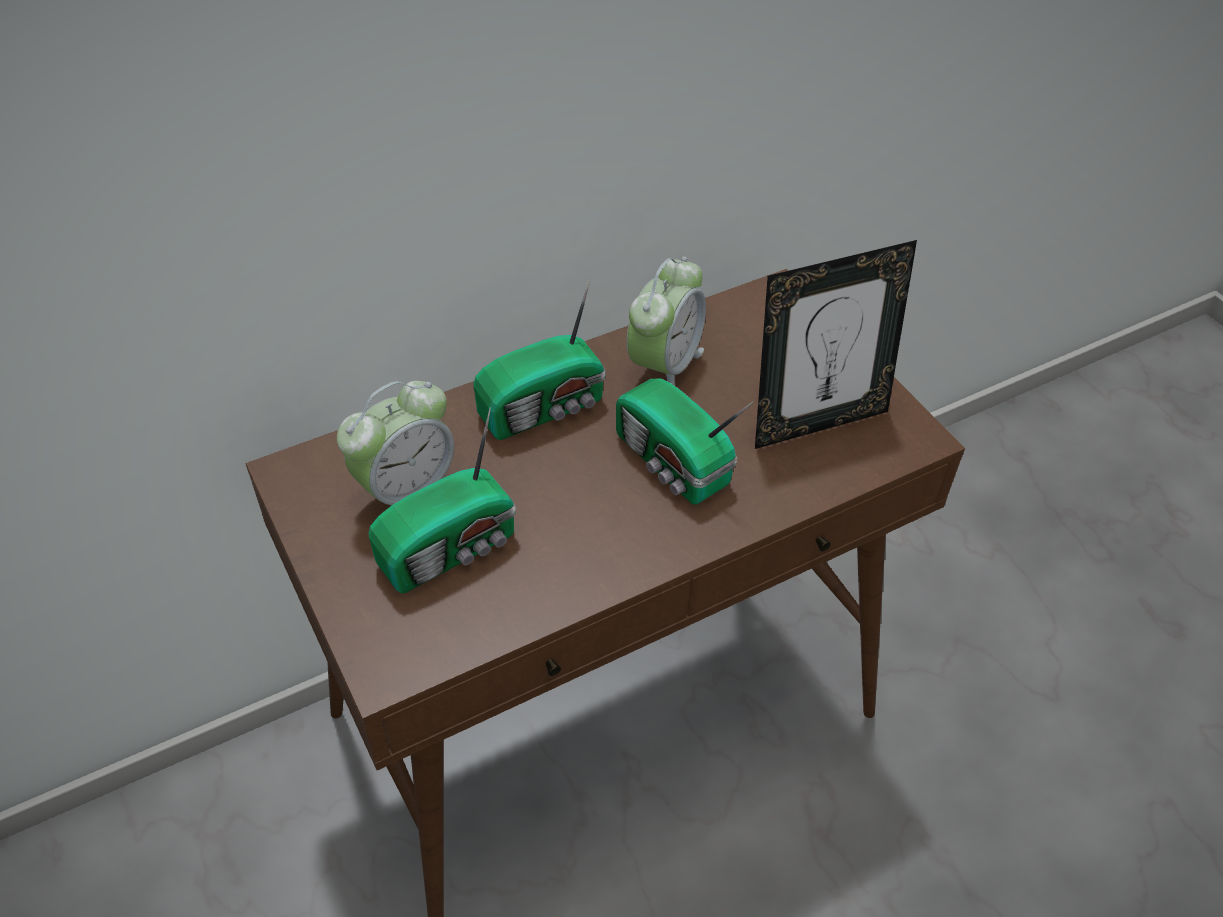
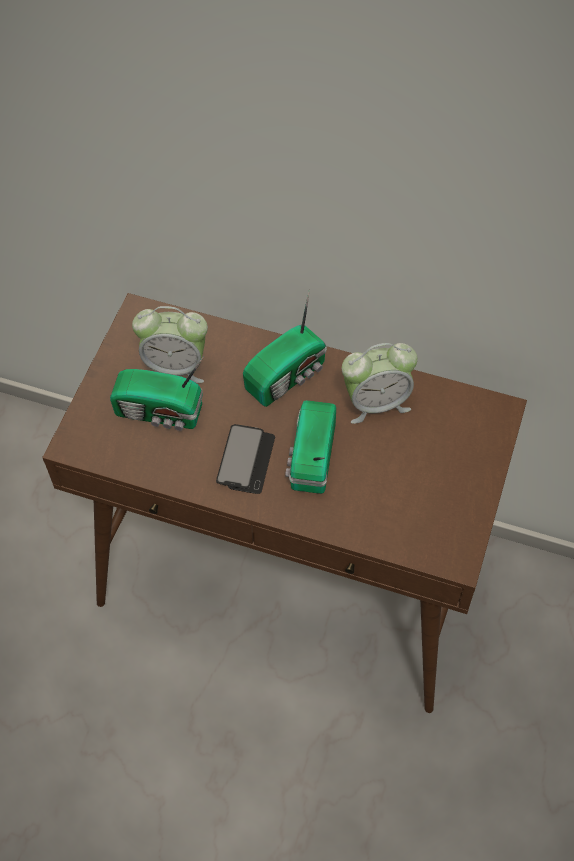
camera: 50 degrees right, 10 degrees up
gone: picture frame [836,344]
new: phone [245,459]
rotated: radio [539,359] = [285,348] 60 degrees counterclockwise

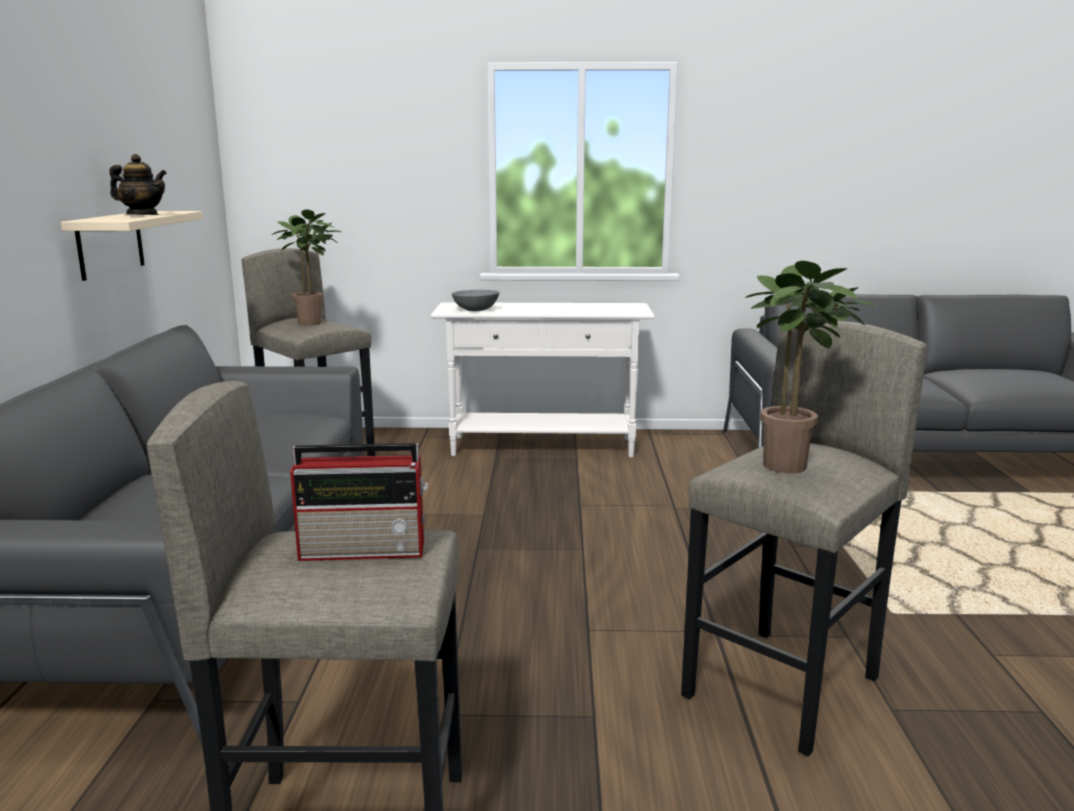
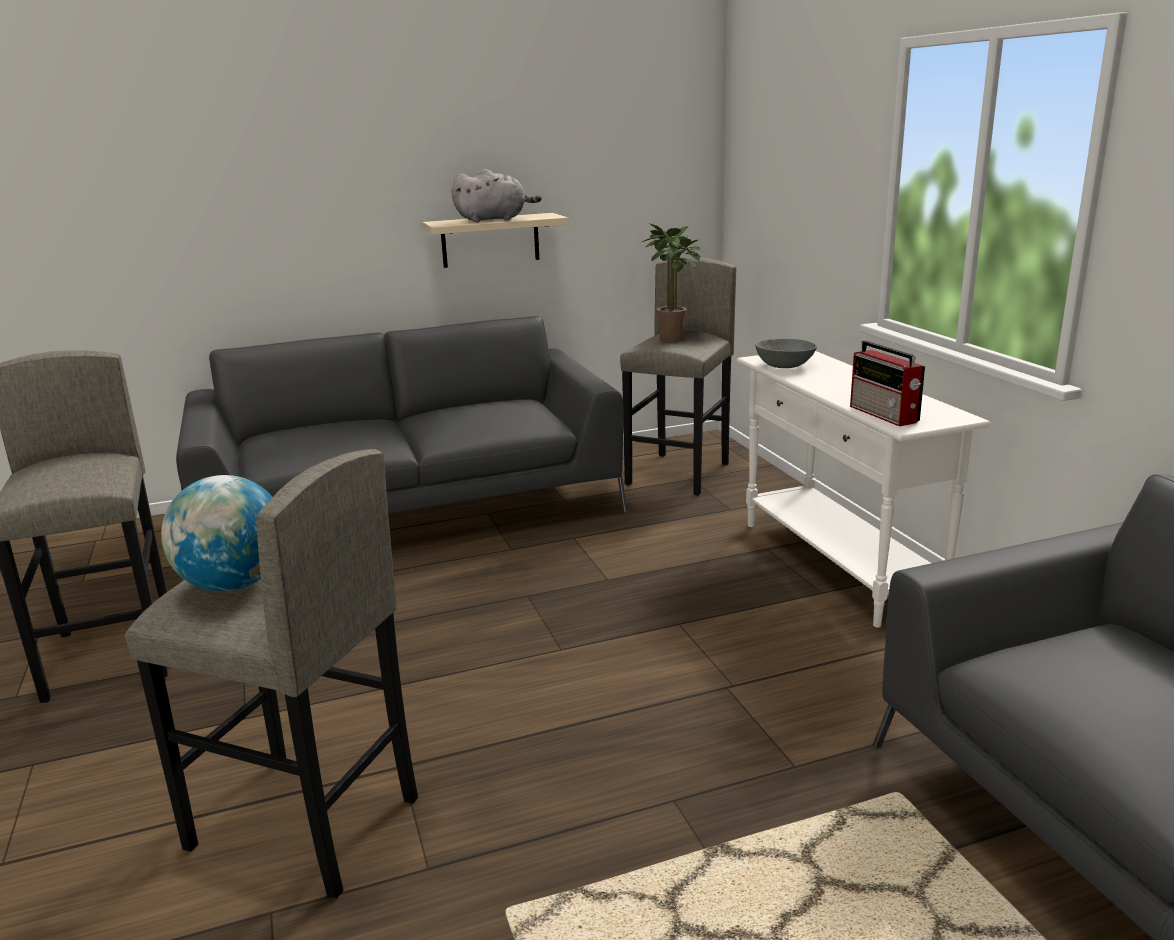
camera: 70 degrees right, 5 degrees up
shifted: radio [359,502] to [887,383]
swapped: teapot [138,184] to grey plush toy [496,195]; potted plant [811,367] to globe [216,533]

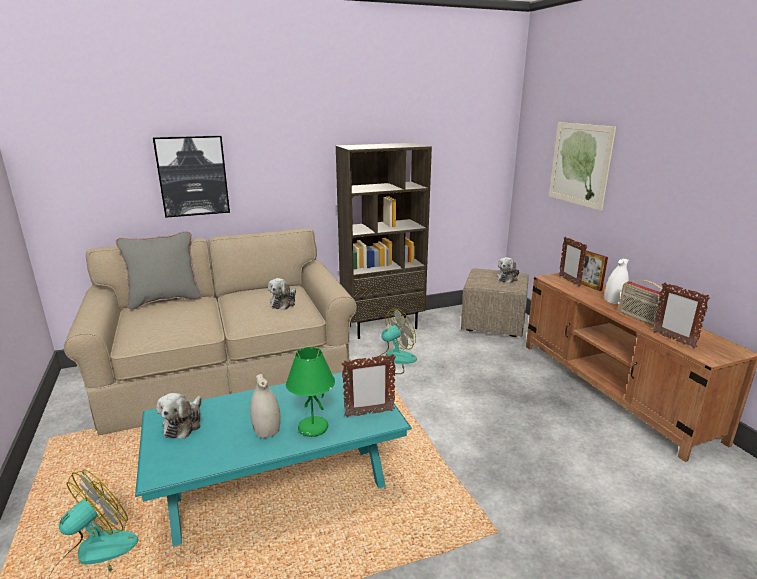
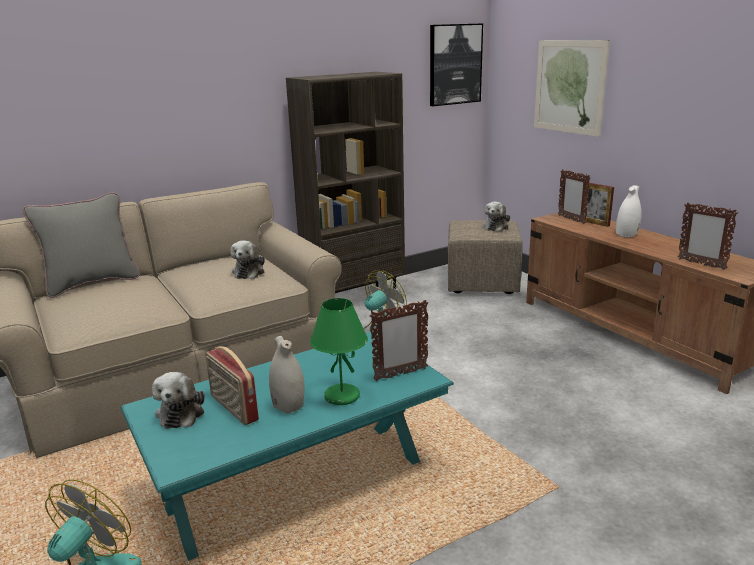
camera: 10 degrees left, 0 degrees up
shifted: picture [191,176] to [456,64]; radio [641,303] to [232,385]

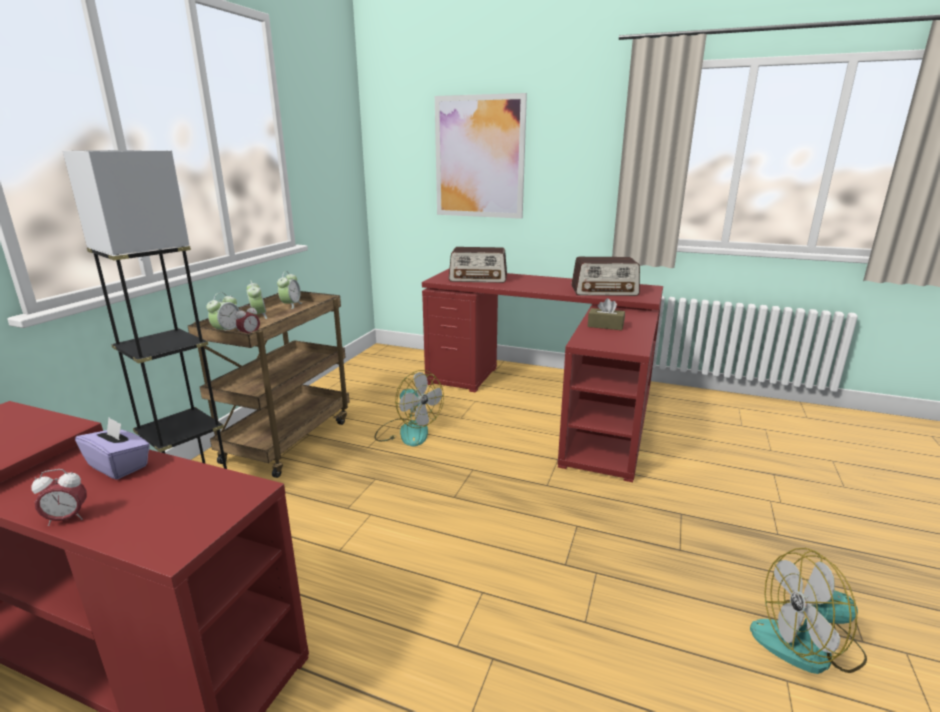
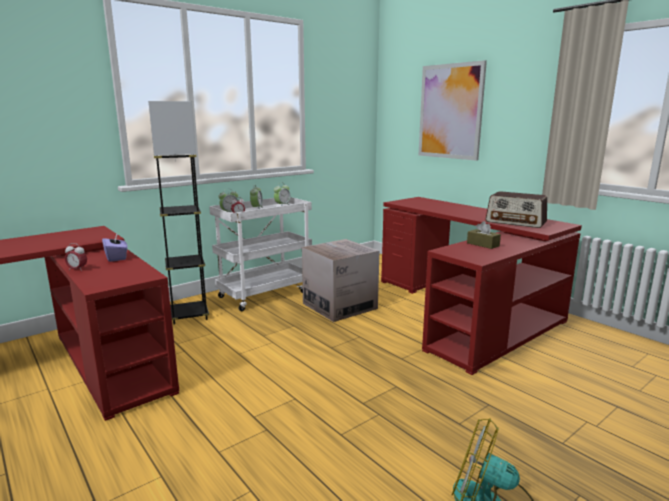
camera: 30 degrees right, 5 degrees down
gone: radio [478,265]
swapped: fan [409,408] to cardboard box [341,280]
repainted: brown cart [269,384] to white cart [260,254]

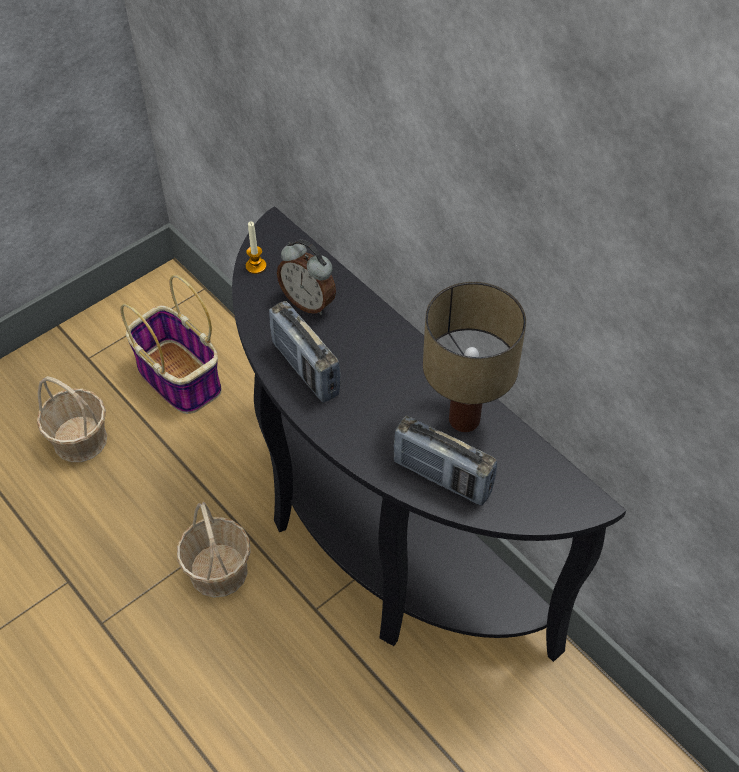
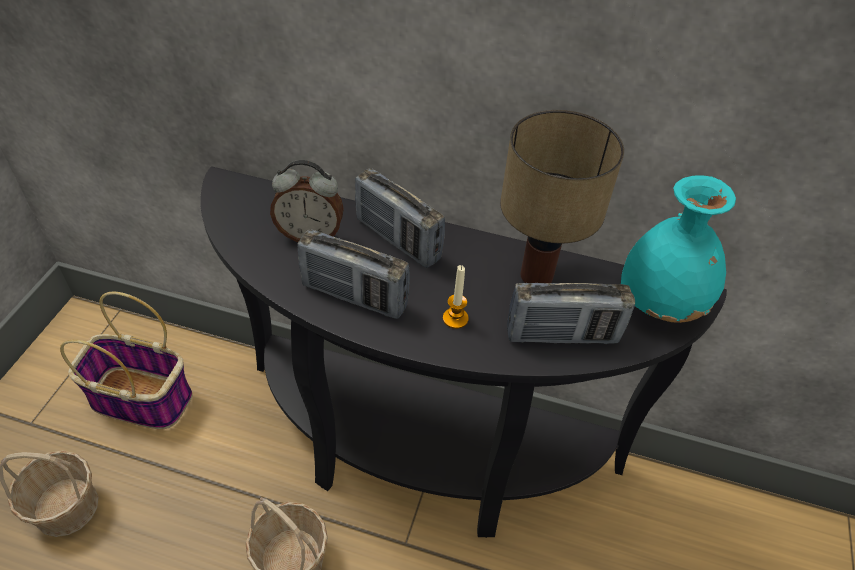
camera: 35 degrees left, 5 degrees down
new: radio [400,218]; turquoise vase [678,249]
shifted: candle [256,247] to [456,297]

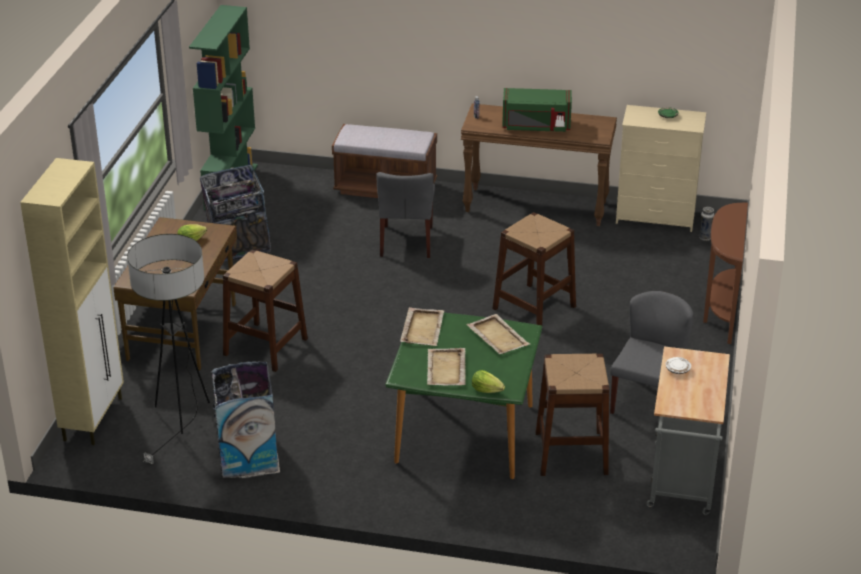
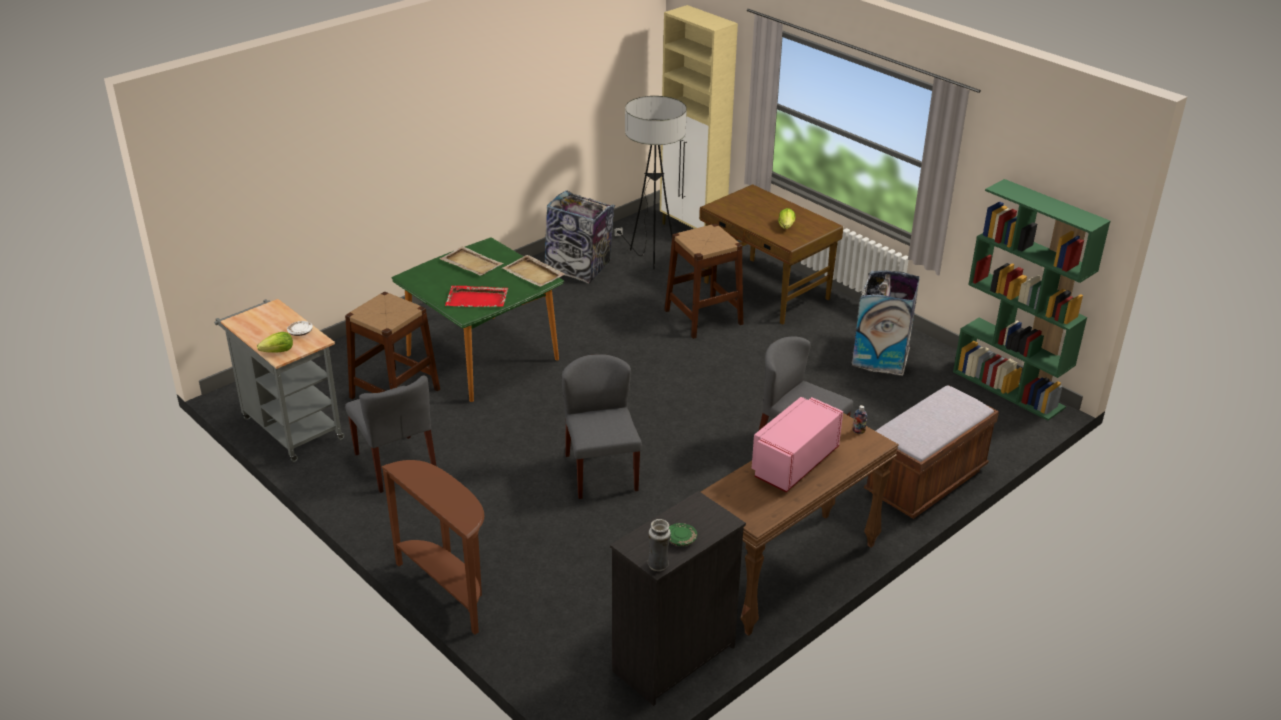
camera: 125 degrees right, 0 degrees up
shifted: vase [706,224] to [659,545]; lettuce [488,381] to [275,342]
swapped: brown stool [534,269] to grey chair [602,426]
repainted: green microwave [537,110] to pink microwave [797,444]; beige dresser [661,168] to black dresser [678,598]; beige tray [498,334] to red tray [476,296]

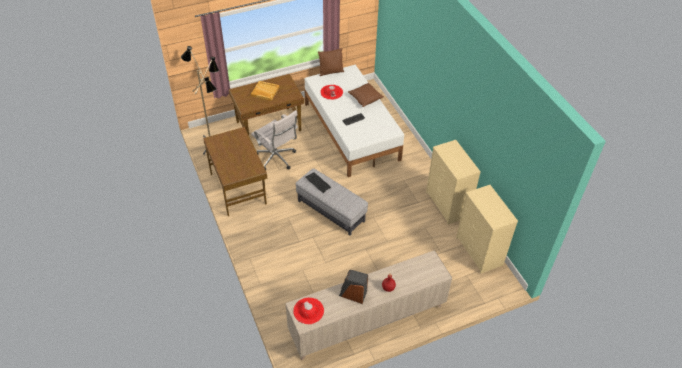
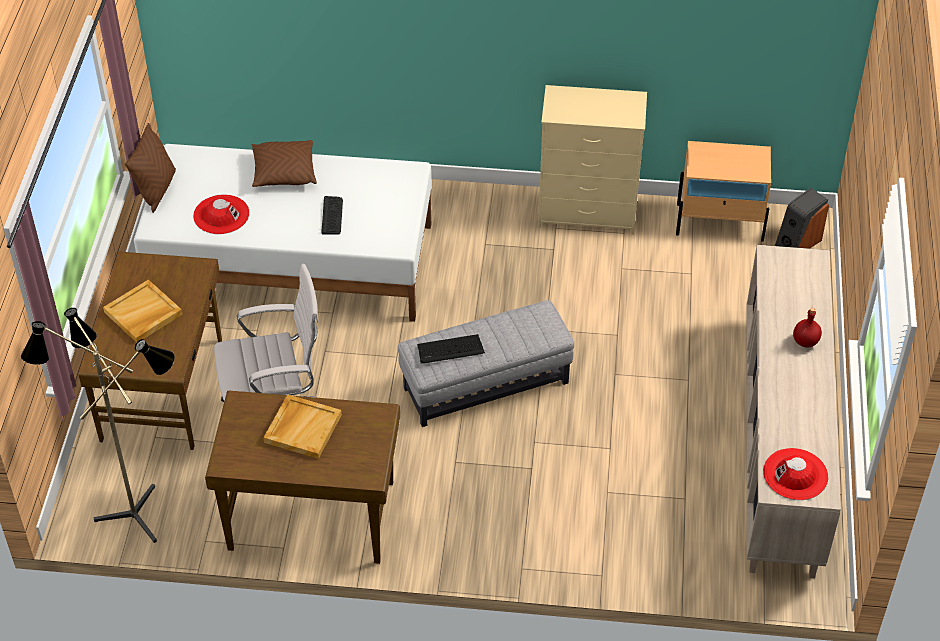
camera: 60 degrees left, 0 degrees up
new: beige tray [302,426]
shifted: speaker [353,287] to [802,218]
swapped: beige dresser [487,229] to beige nightstand [723,191]

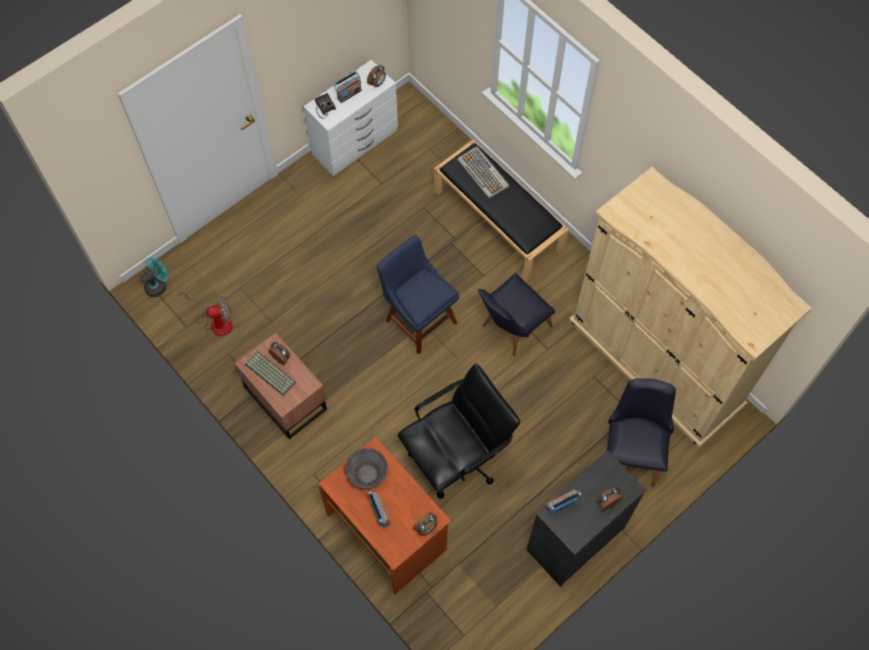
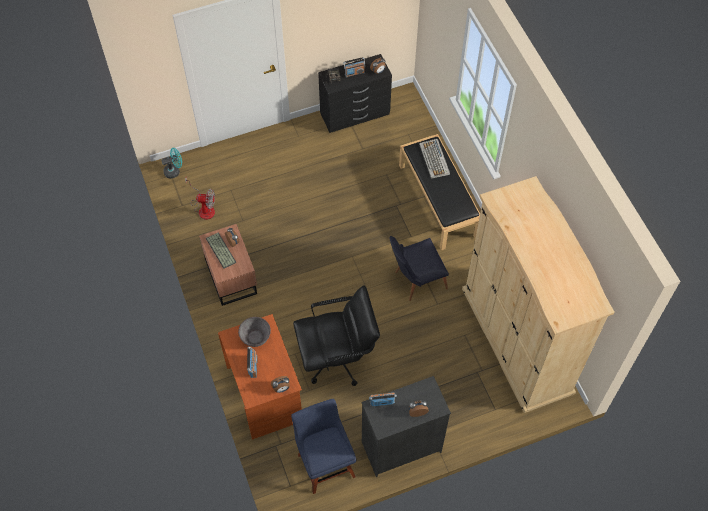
camera: 20 degrees right, 5 degrees down
gone: black chair [641,433]
shifted: blue chair [418,294] to [324,446]
repainted: white dresser [350,118] to black dresser [355,93]

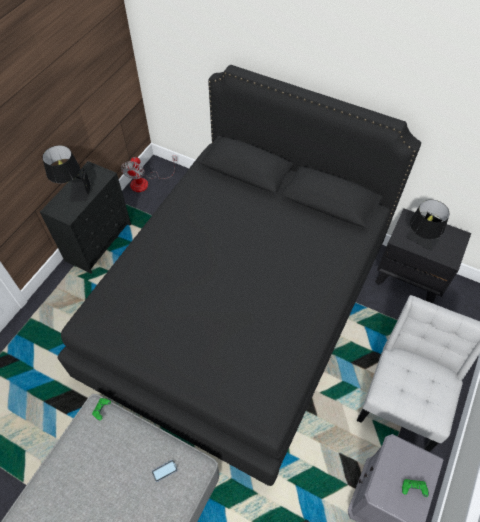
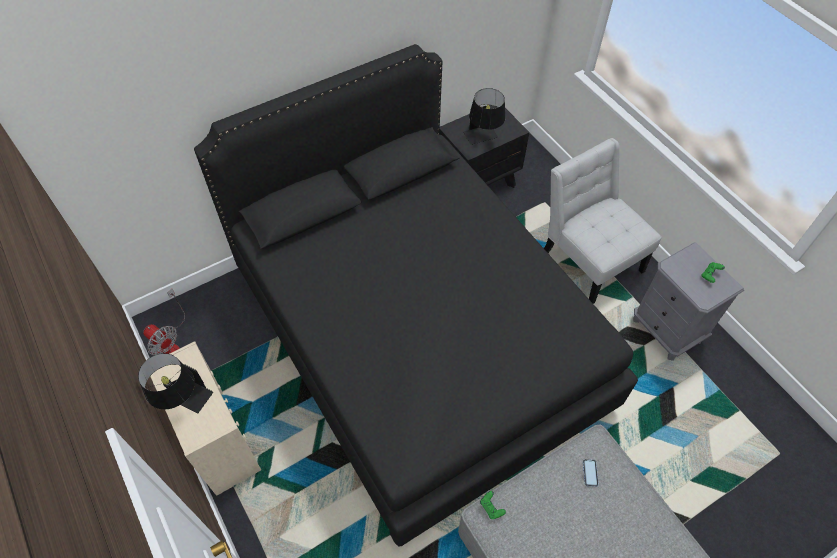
camera: 60 degrees left, 0 degrees up
repainted: black dresser [85,217] to beige dresser [205,418]

